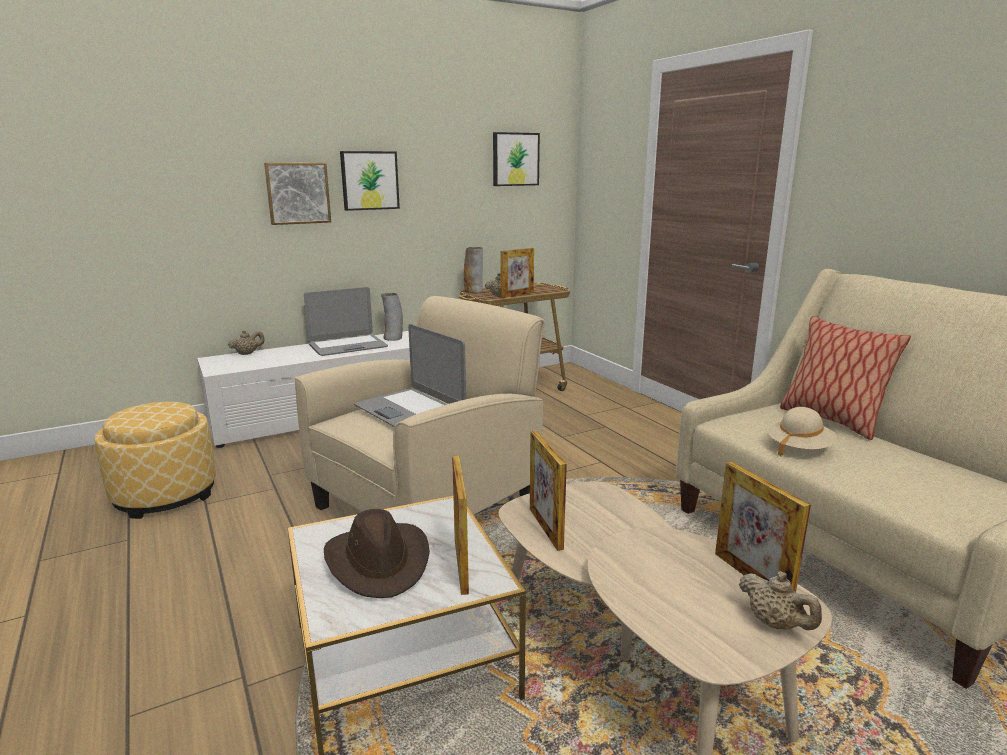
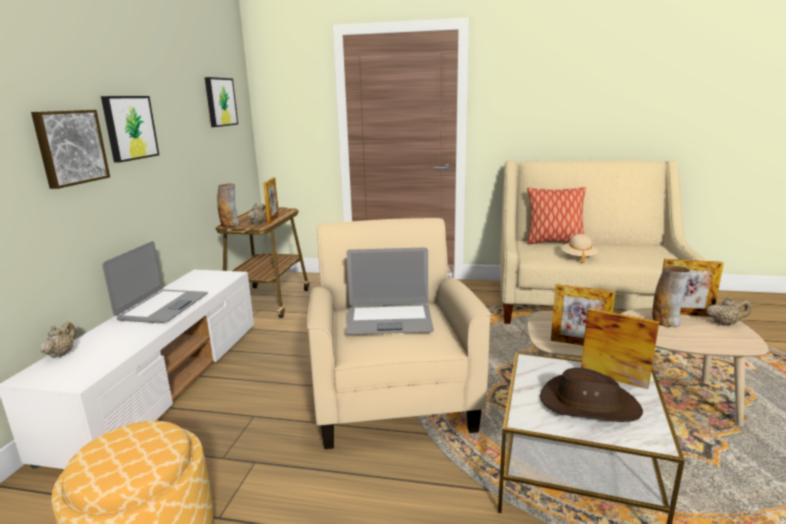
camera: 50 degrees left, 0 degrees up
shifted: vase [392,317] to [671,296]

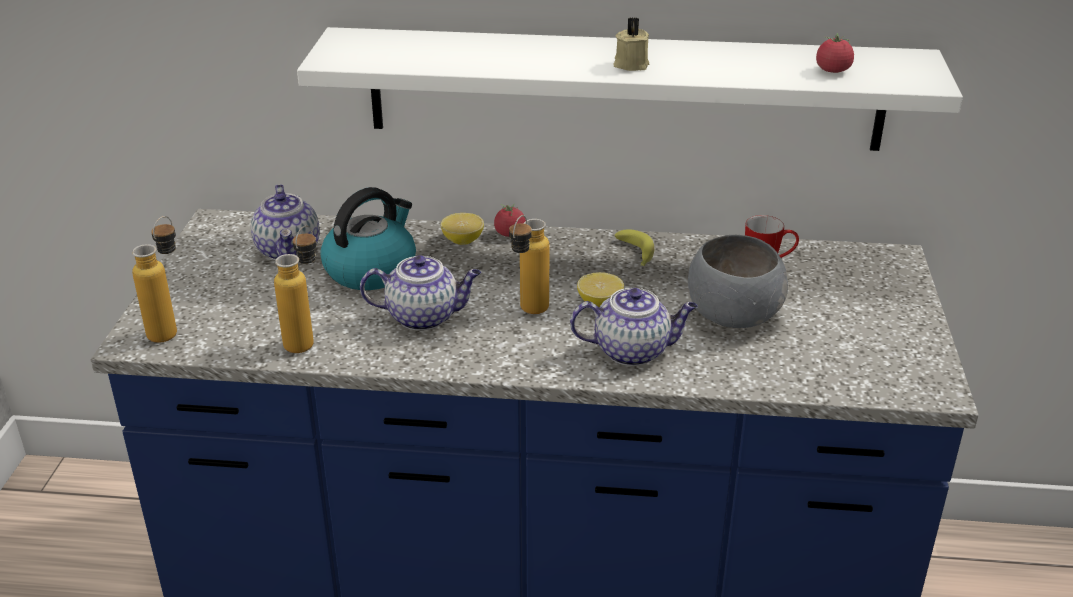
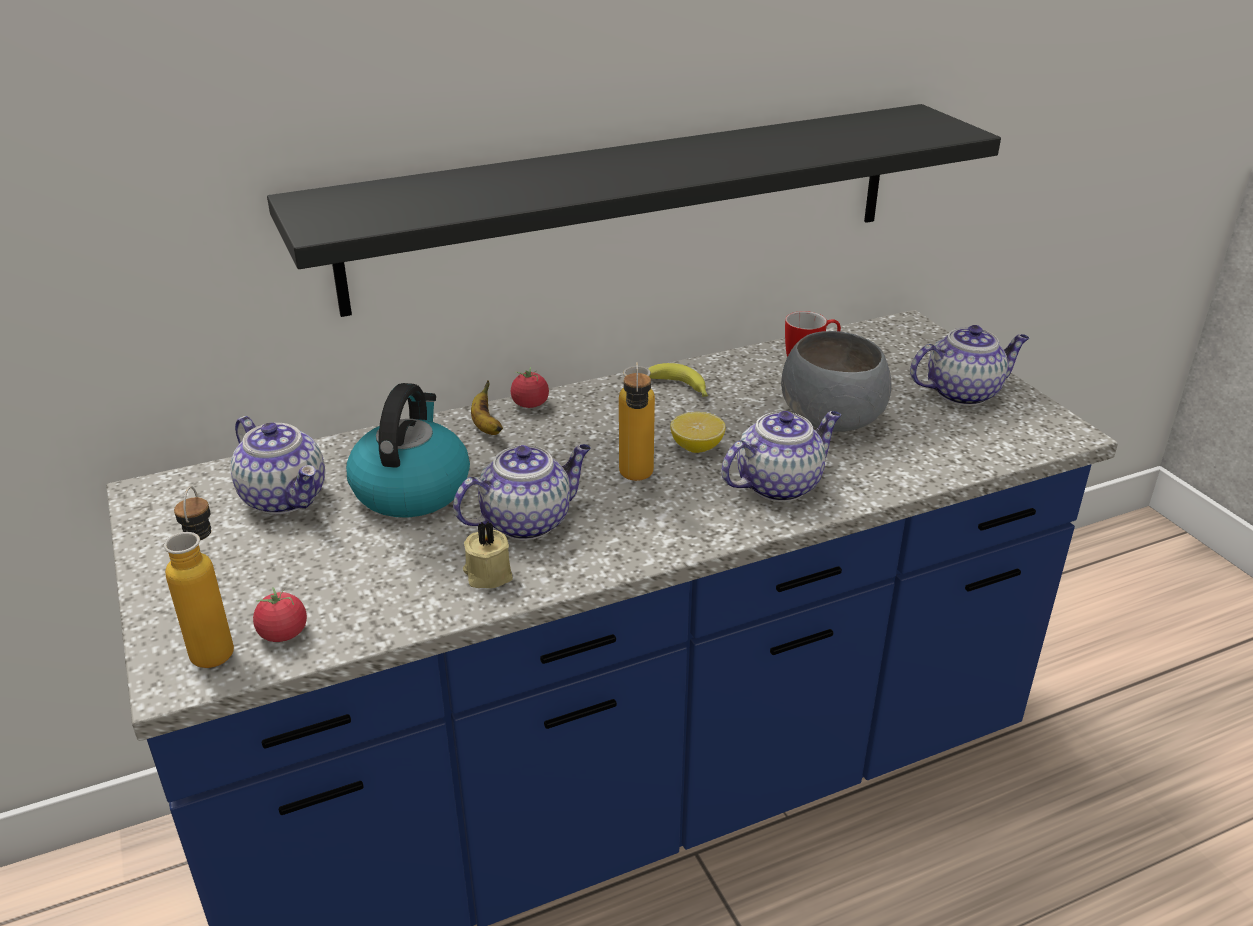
camera: 30 degrees left, 0 degrees up
gone: bottle [295,289]
new: teapot [969,365]
shifted: beige candle [631,44] to [488,554]; tomato [835,53] to [280,614]
swapped: lemon [462,229] to banana [487,407]
repainted: white shelf [630,89] to black shelf [634,210]

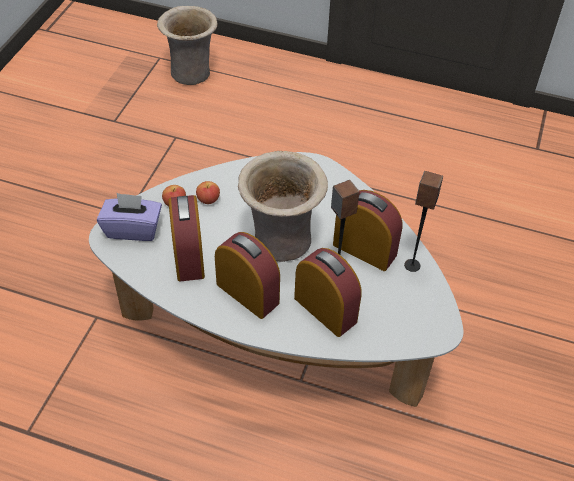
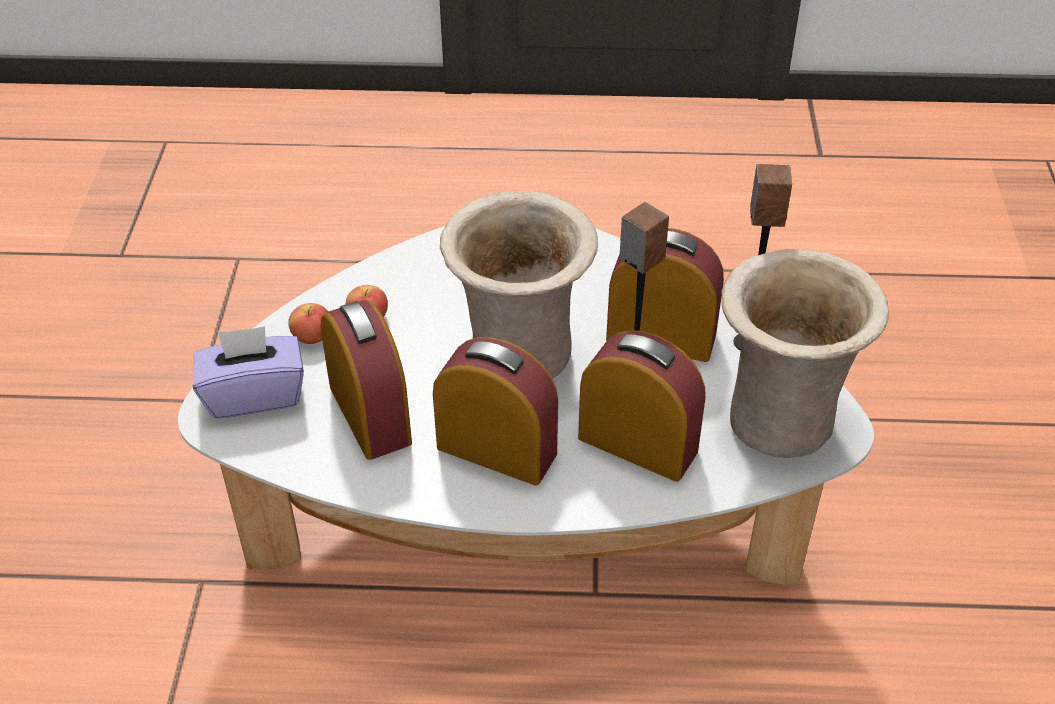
camera: 15 degrees left, 5 degrees down
shifted: beige vase [187,45] to [805,353]

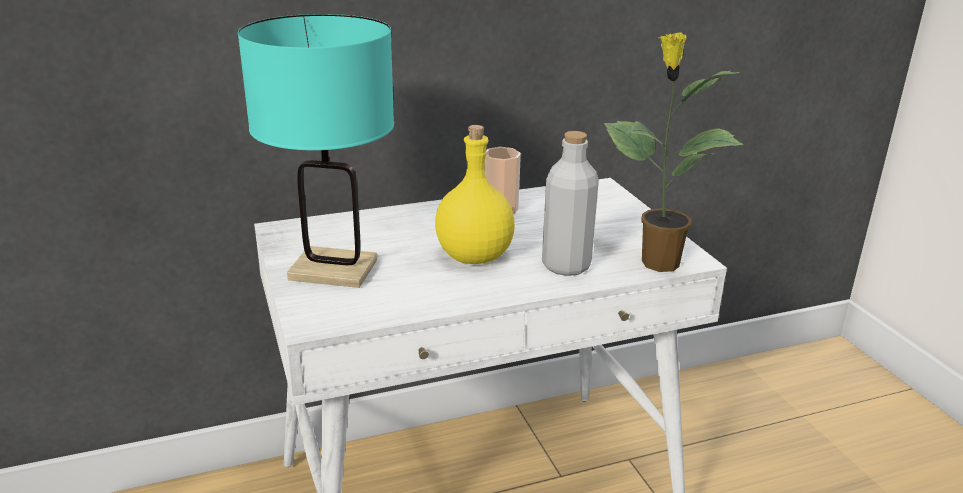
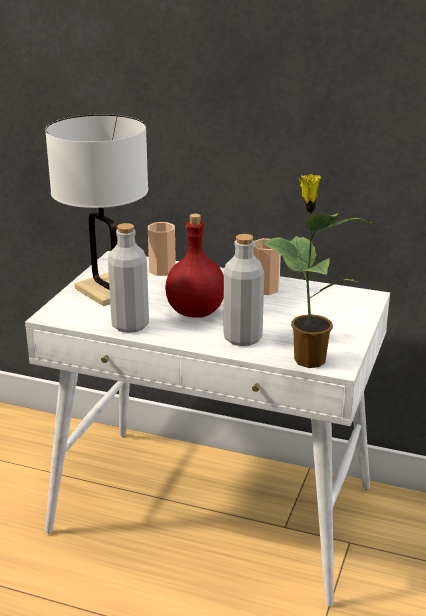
camera: 40 degrees right, 0 degrees up
new: cup [162,249]; grey bottle [128,278]
repainted: turquoise table lamp [316,151] to white table lamp [96,210]; yellow bottle [475,194] to red bottle [194,266]

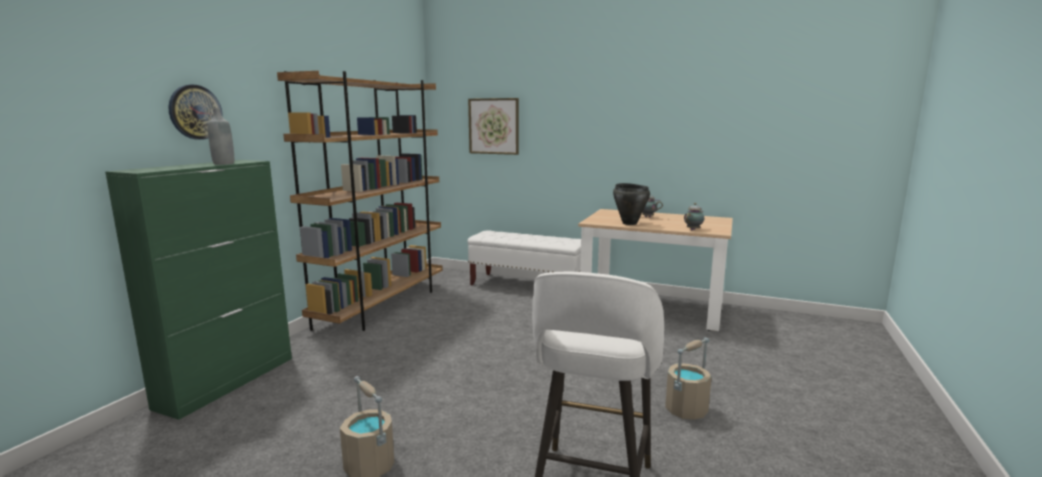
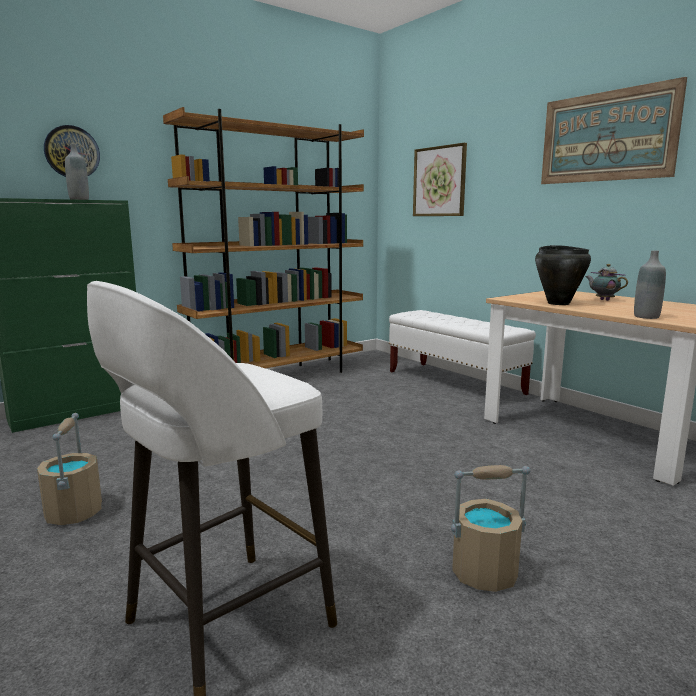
camera: 30 degrees right, 0 degrees up
new: picture [614,130]
swapped: teapot [694,216] to grey bottle [650,284]

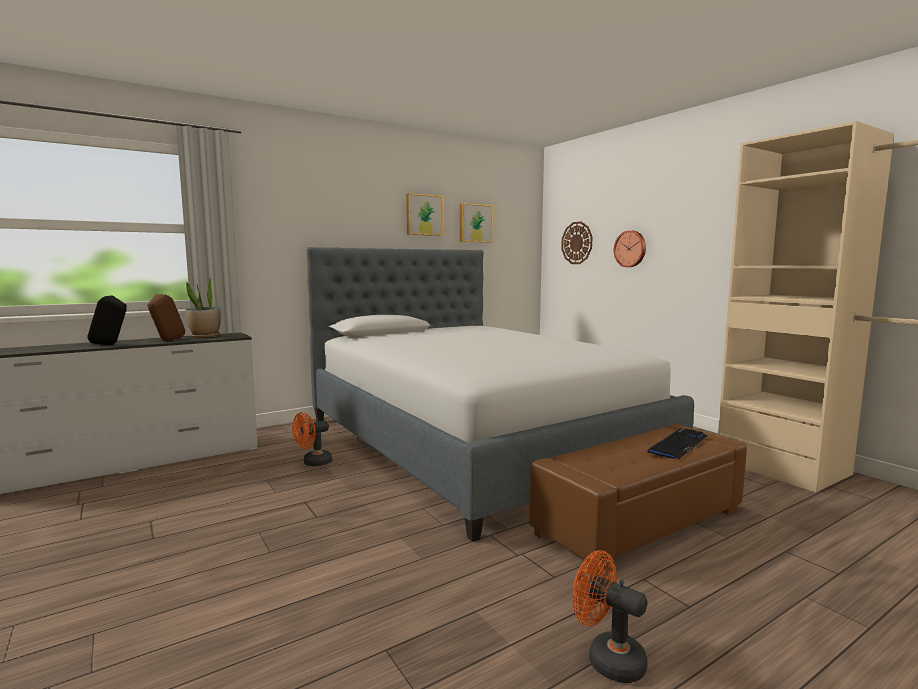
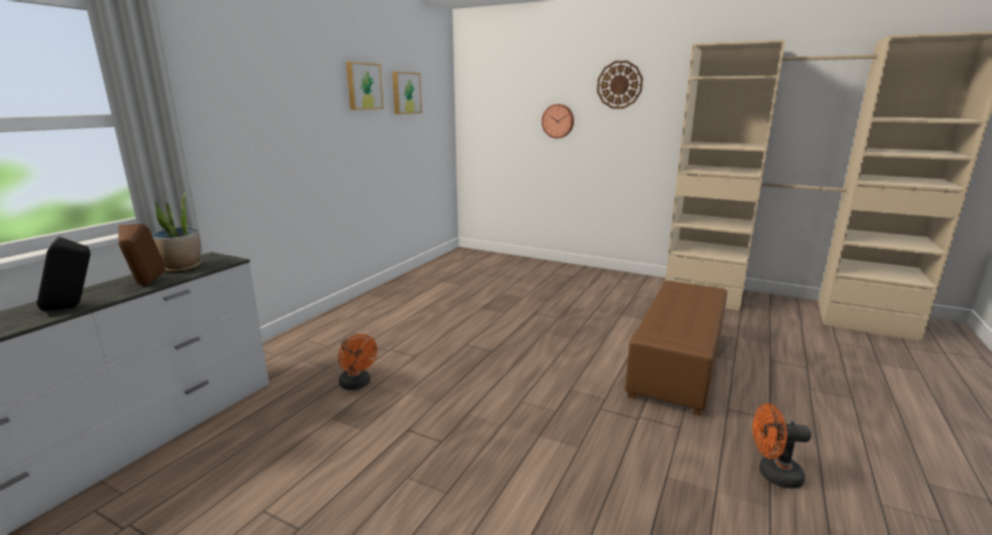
camera: 30 degrees left, 10 degrees up
gone: bed [500,394]; keyboard [677,443]
shifted: wall clock [576,243] to [620,85]
rotated: orange fan [312,439] = [357,362] 60 degrees counterclockwise

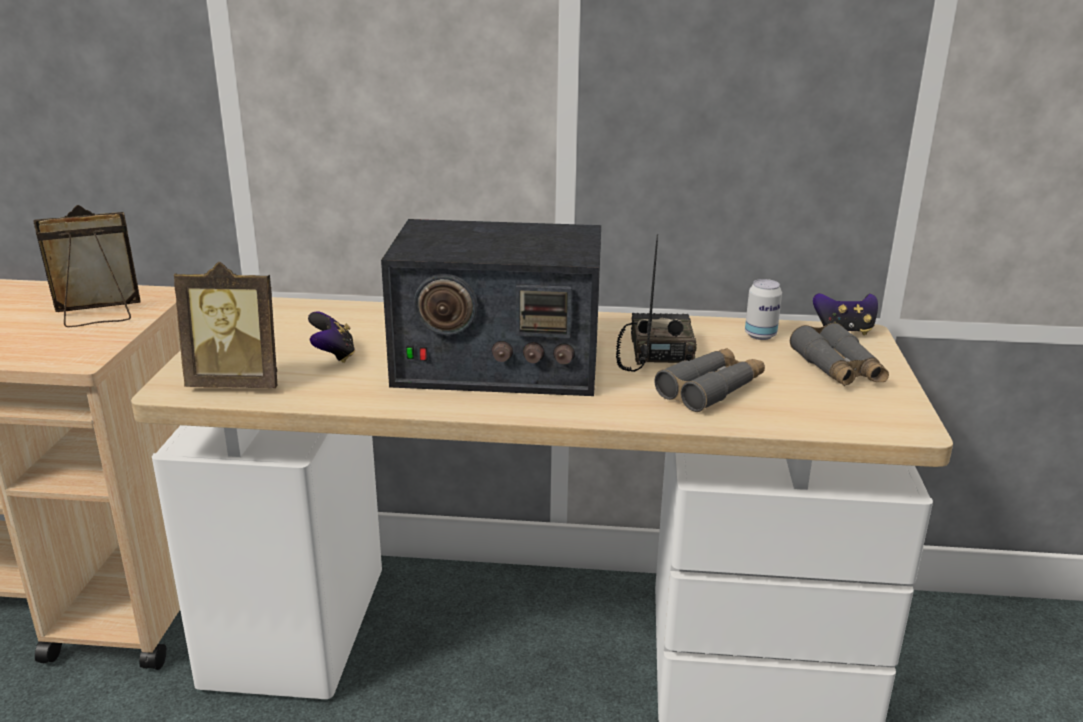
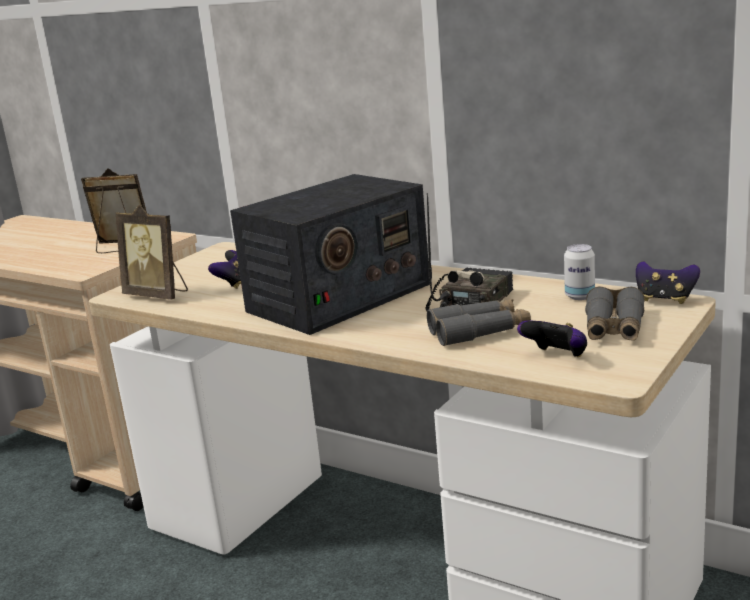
camera: 30 degrees right, 5 degrees down
new: game controller [552,339]
rotated: radio [491,307] = [330,254] 75 degrees counterclockwise

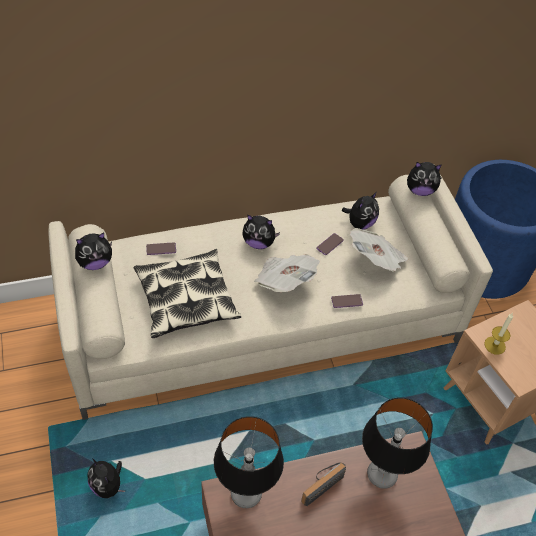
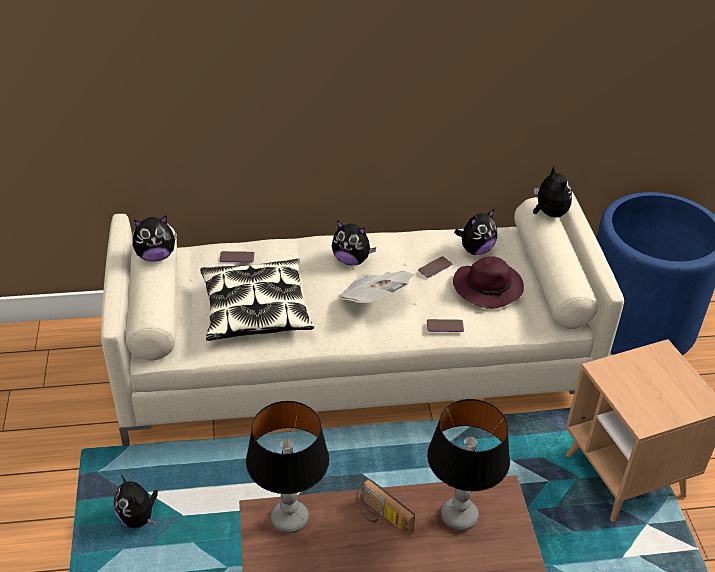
camera: 10 degrees right, 10 degrees down
gone: candle [498,334]
swapped: newspaper [379,250] to purple hat [488,282]
rotated: plush toy [424,179] = [552,191] 120 degrees counterclockwise; radio [323,484] = [385,507] 105 degrees counterclockwise

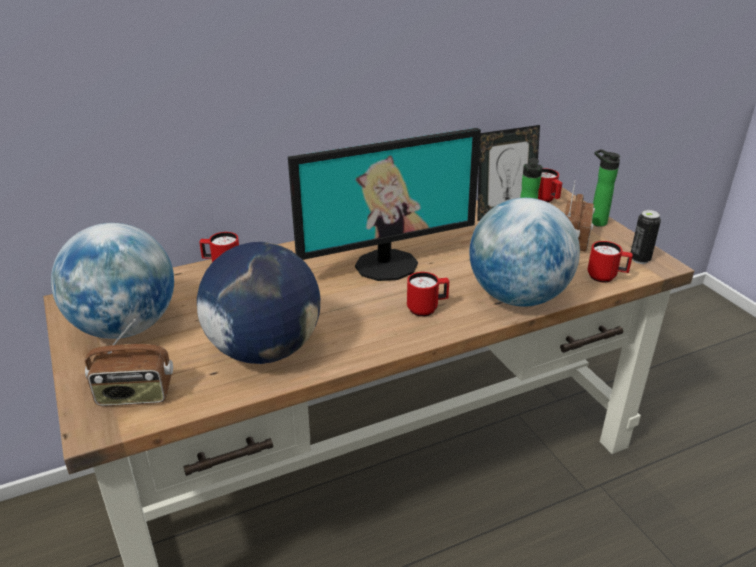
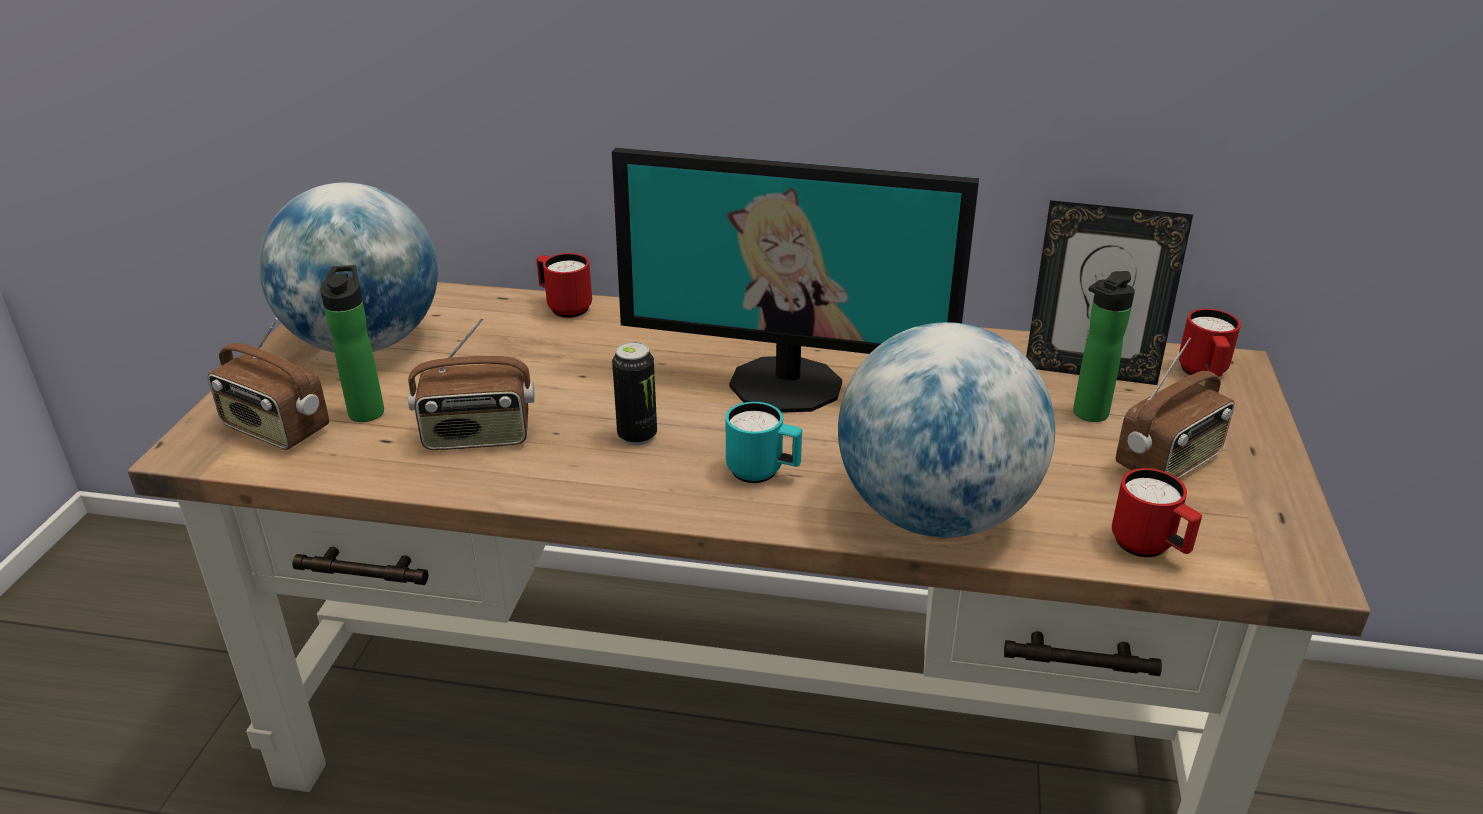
camera: 35 degrees right, 0 degrees up
shifted: bottle [606,187] to [352,343]; can [645,237] to [634,393]
swapped: globe [258,303] to radio [471,384]
repainted: red mug [428,294] to turquoise mug [763,442]

